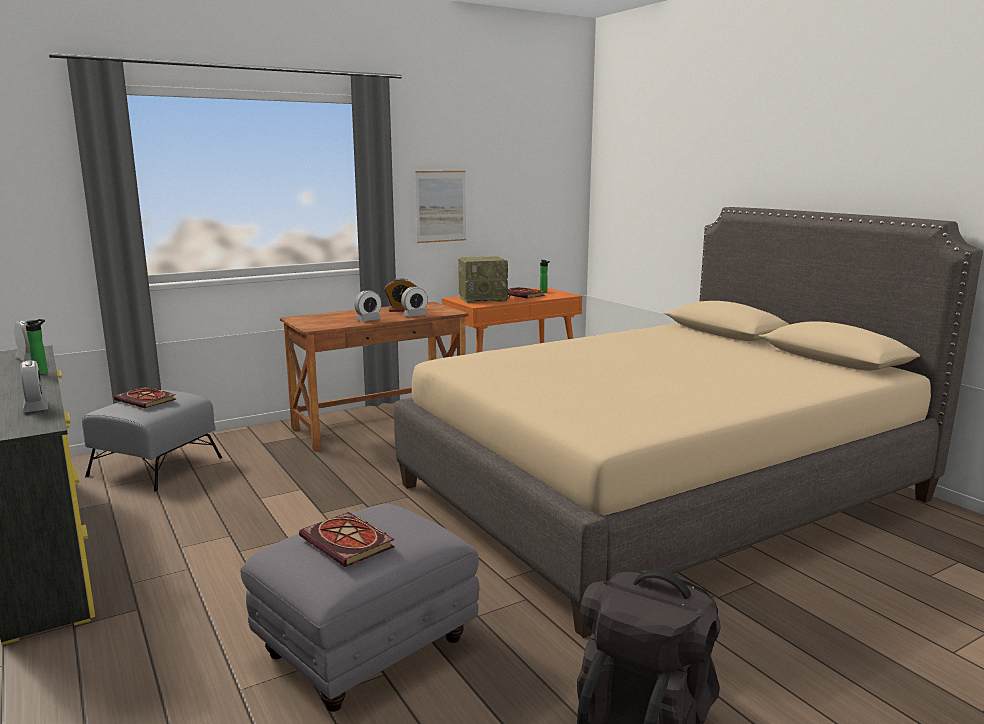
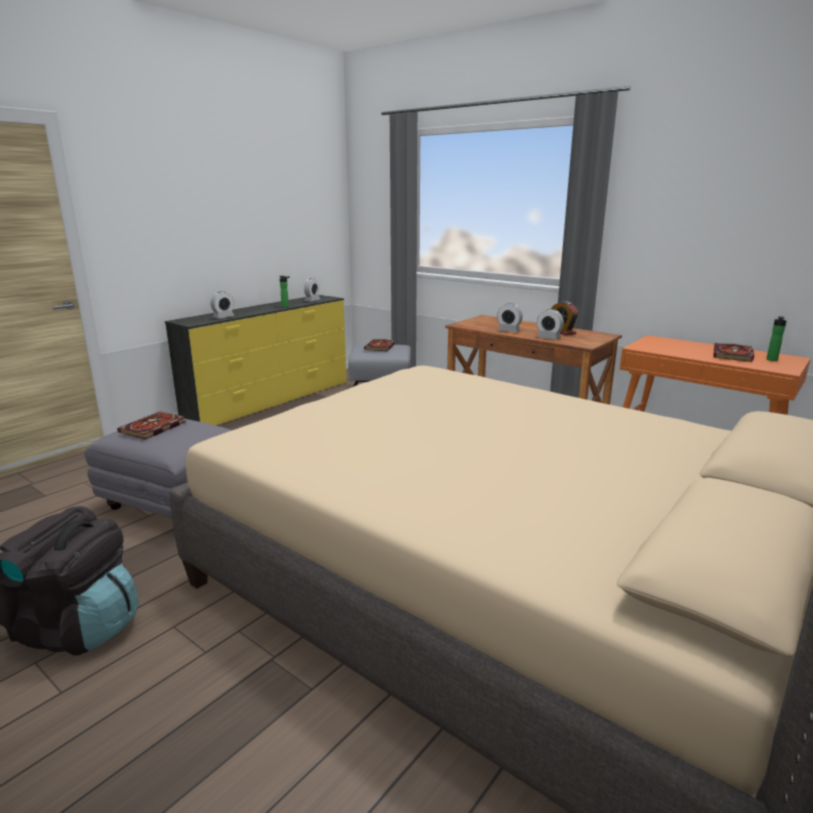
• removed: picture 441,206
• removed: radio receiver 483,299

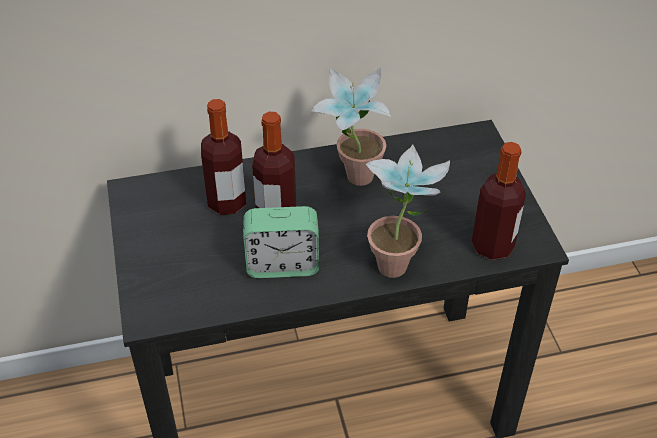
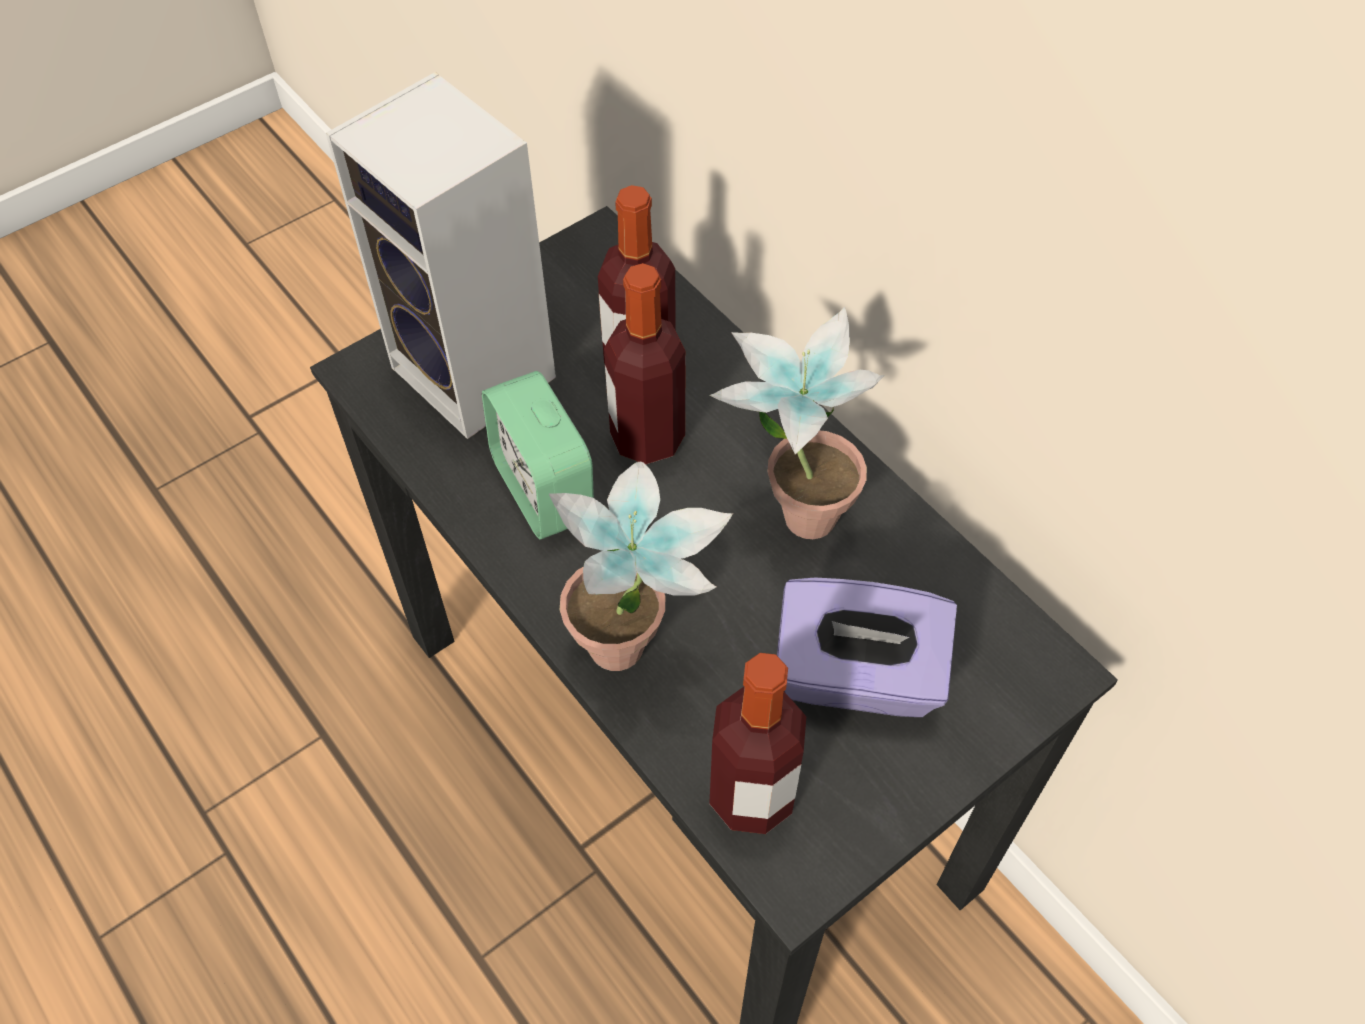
• added: loudspeaker 480,374
• added: purple-coloured tissue box 857,677

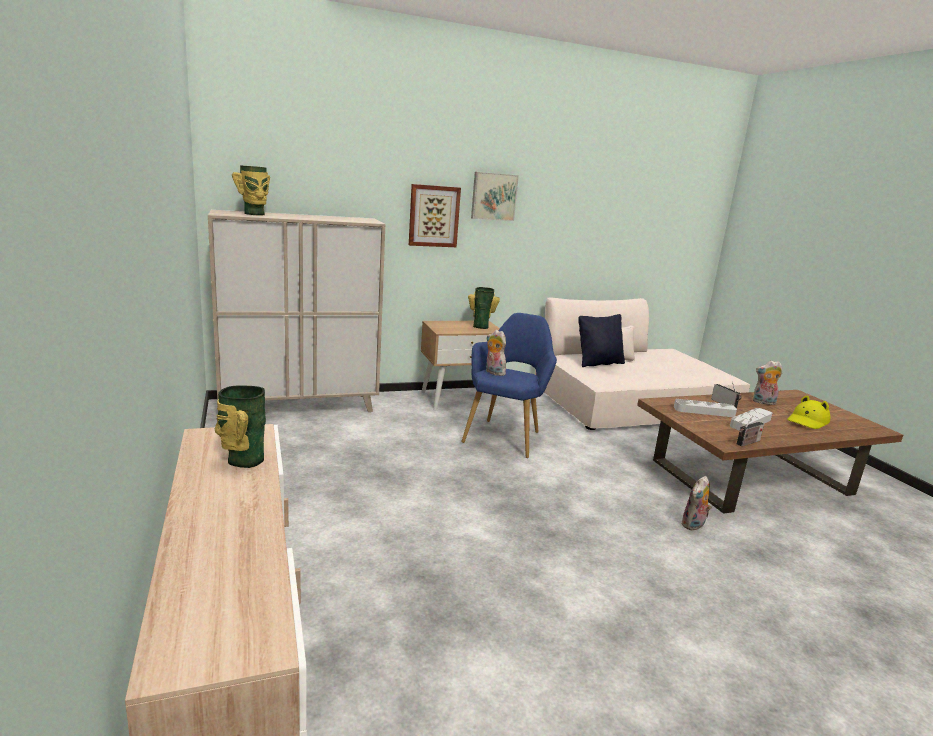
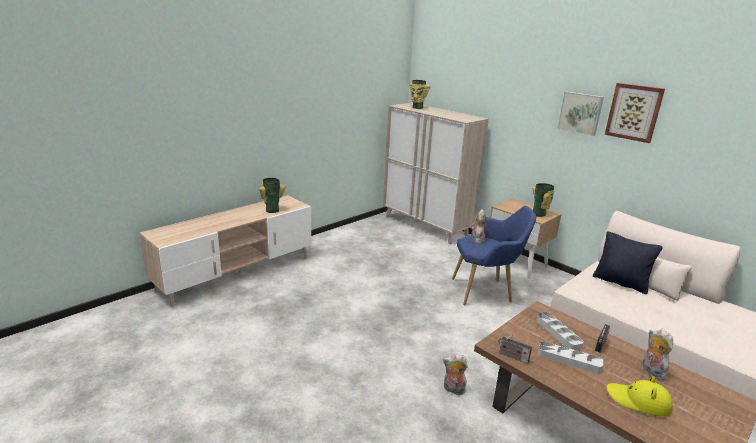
• moved: picture 433,216 to 634,112

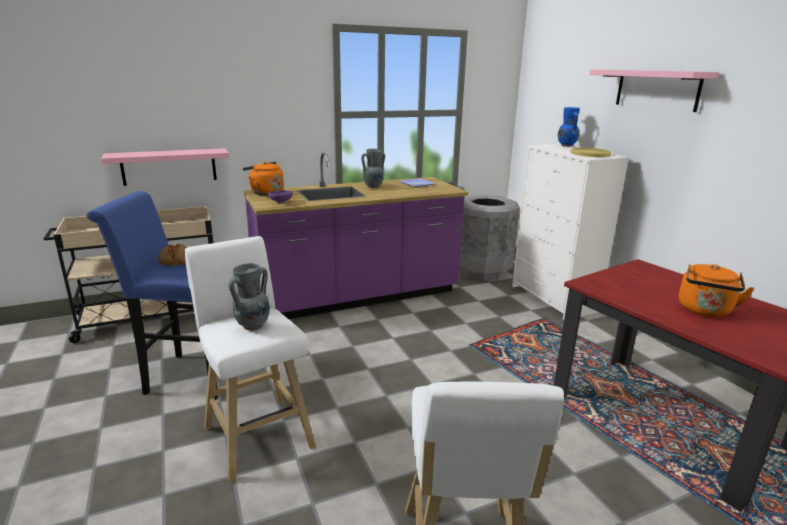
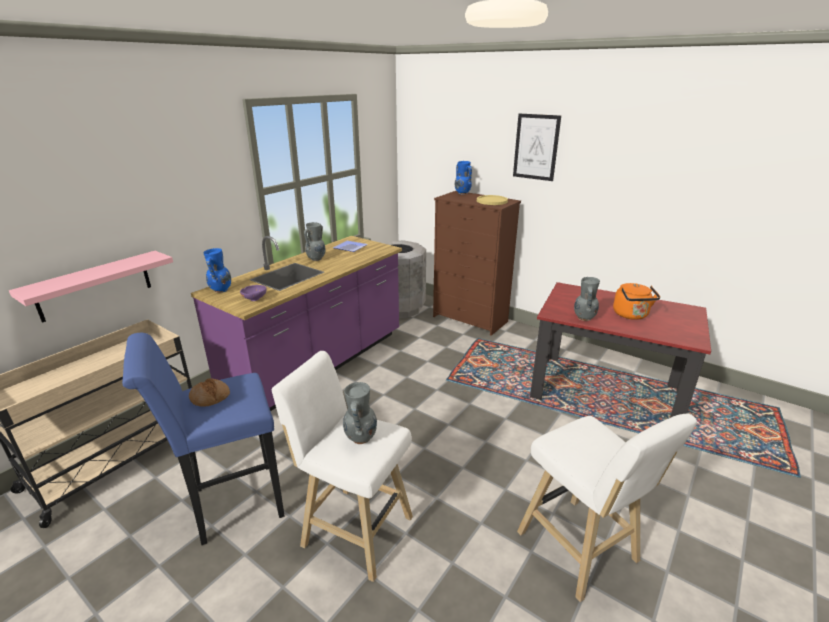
• replaced: pinkish shelf 657,89 to picture 536,147
• recoloured: white dresser 553,299 to brown-coloured dresser 470,319
• replaced: orangey kettle 265,193 to bluish vase 220,290
• added: gray vase 584,318

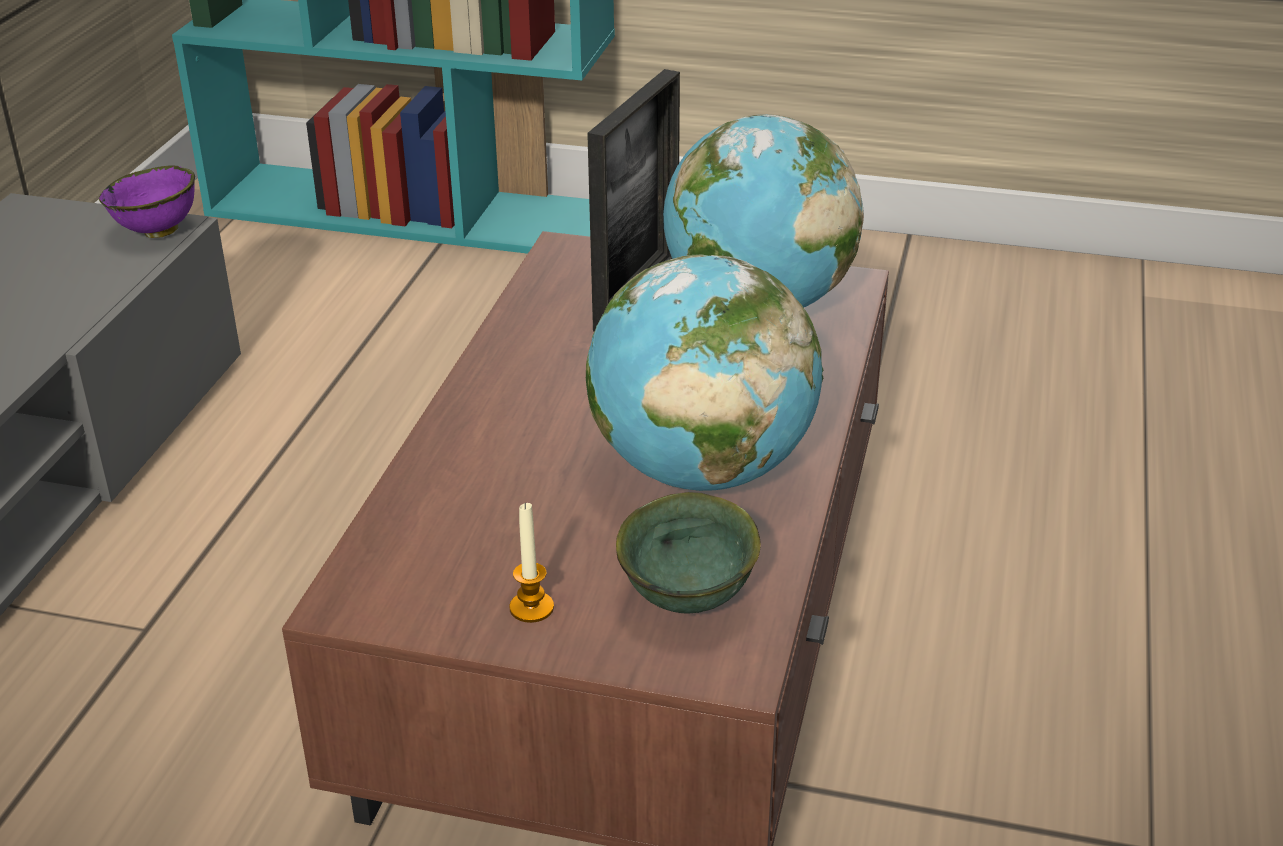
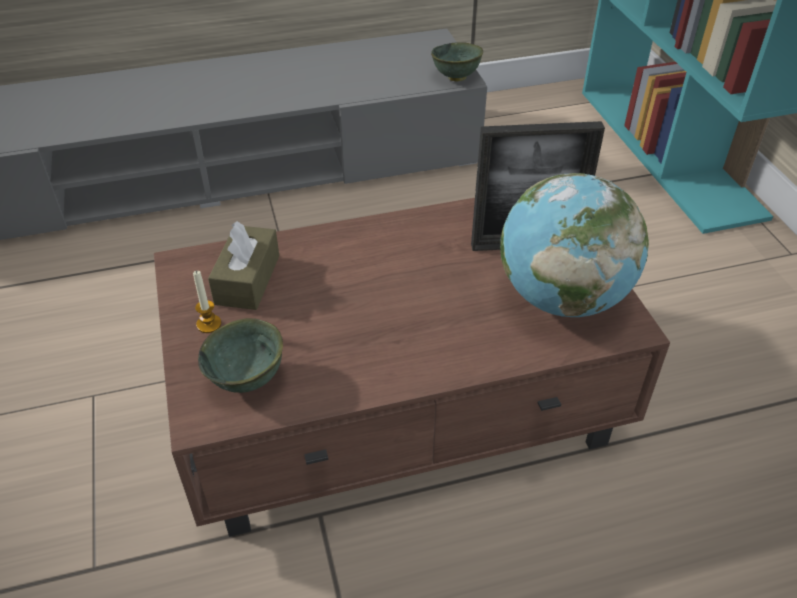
• recoloured: purple-coloured deep dish 157,233 to greenish deep dish 455,78
• removed: globe 701,470
• added: brown-coloured tissue box 247,279

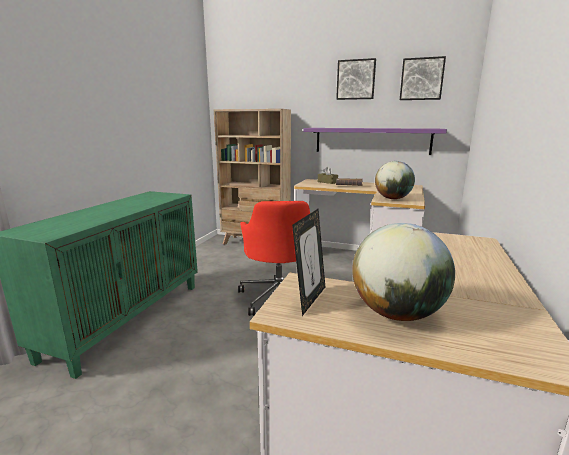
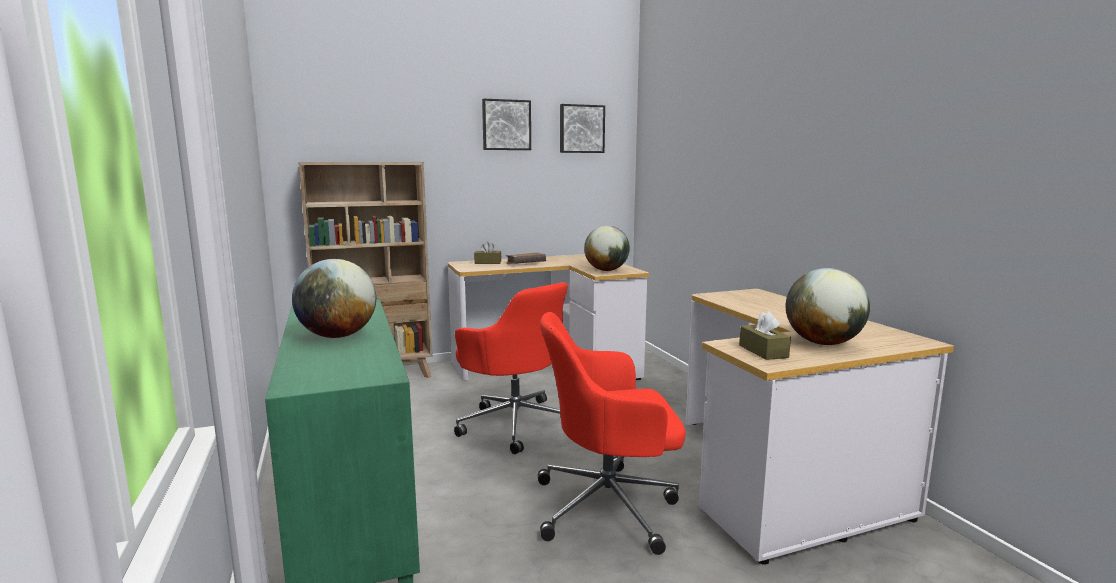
• removed: purple-coloured shelf 372,140
• replaced: photo frame 309,299 to brown-coloured tissue box 763,351
• added: globe 338,336
• added: red desk chair 609,506

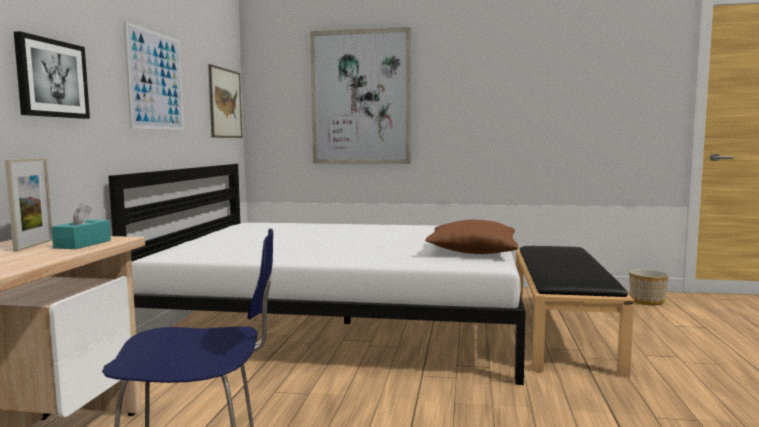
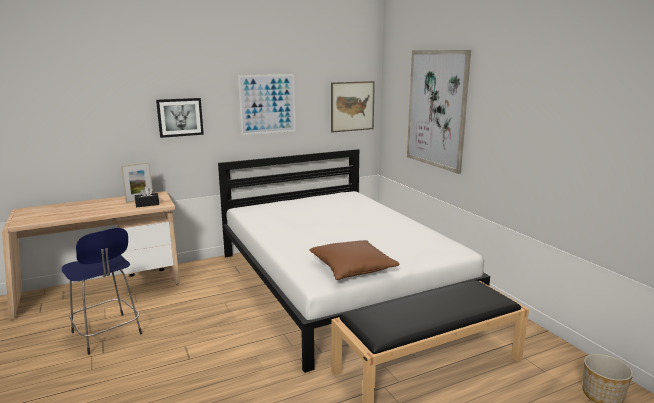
• recoloured: turquoise tissue box 83,244 to blackish tissue box 147,204

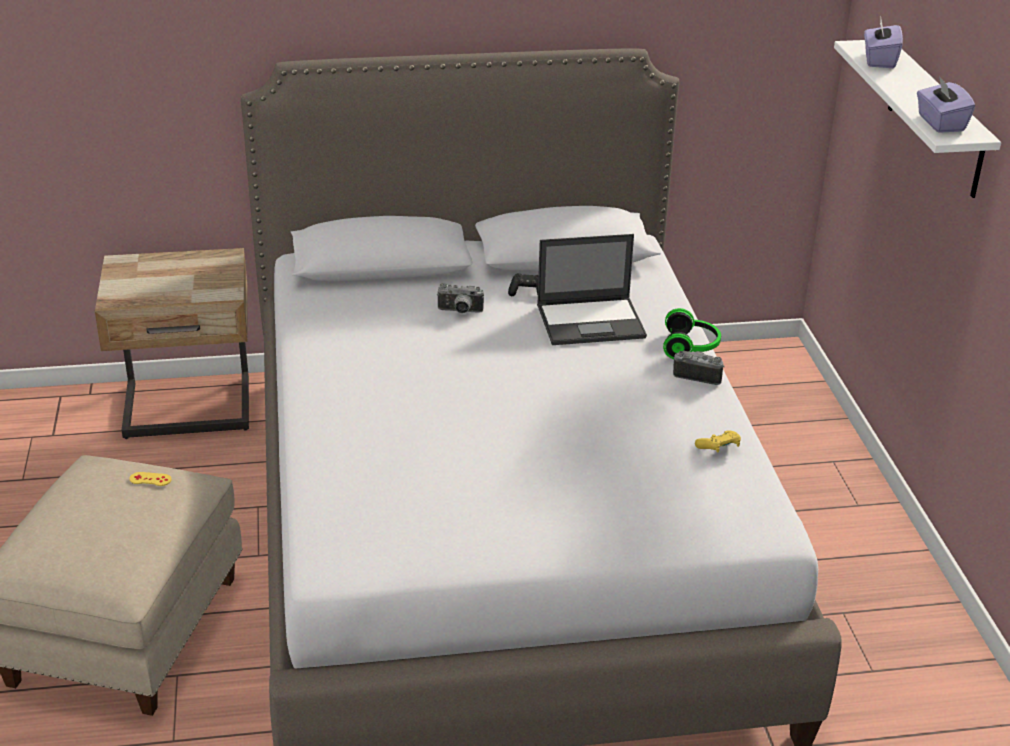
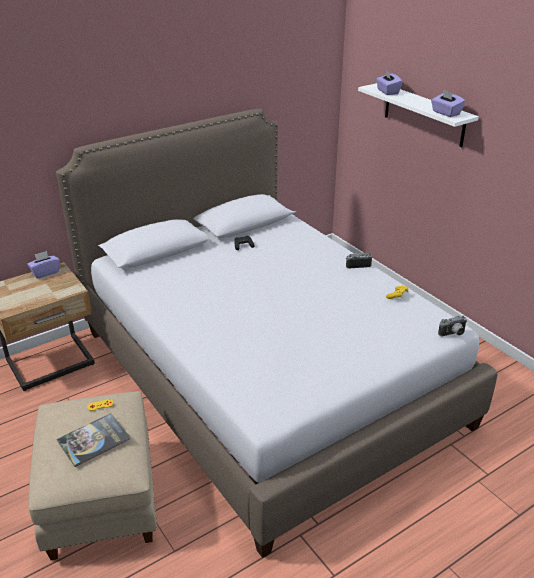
• removed: portable computer 592,321
• moved: still camera 460,312 to 453,334
• removed: headset 691,347
• added: purple-coloured tissue box 45,272
• added: bound book 93,440

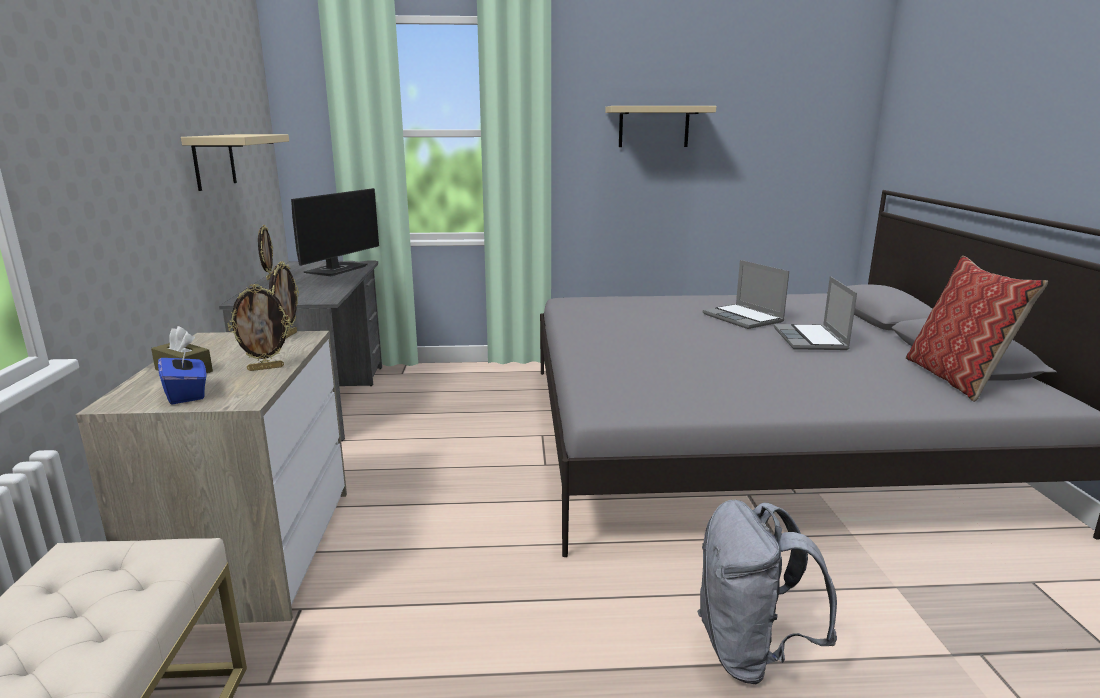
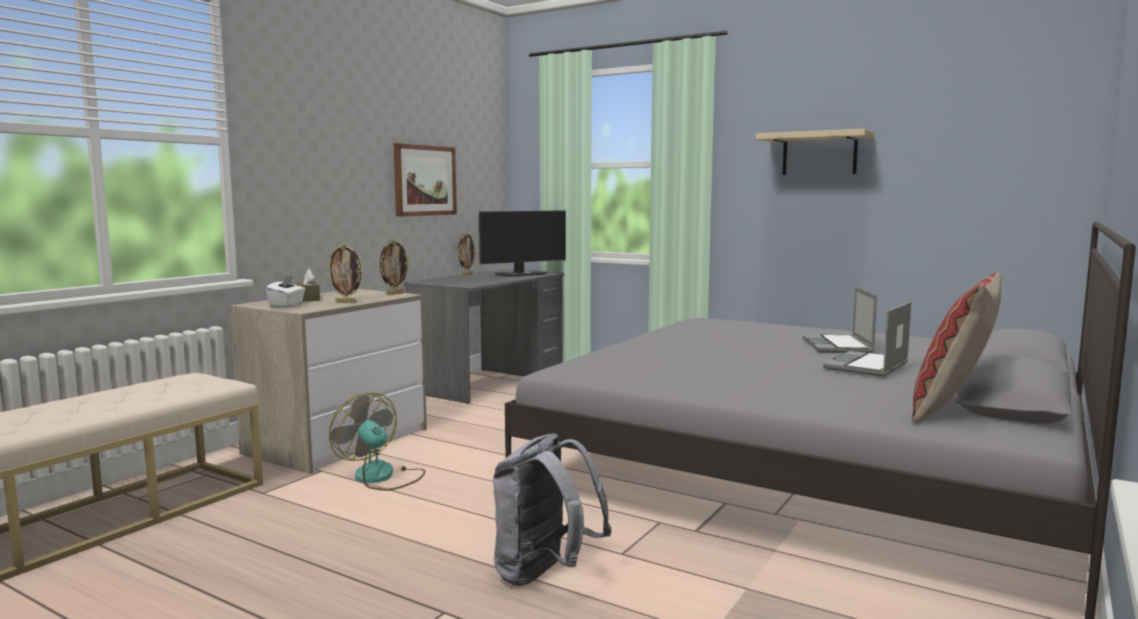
• replaced: beige shelf 214,161 to picture 424,180
• recoloured: bluish tissue box 187,394 to white tissue box 287,305
• added: fan 381,477

